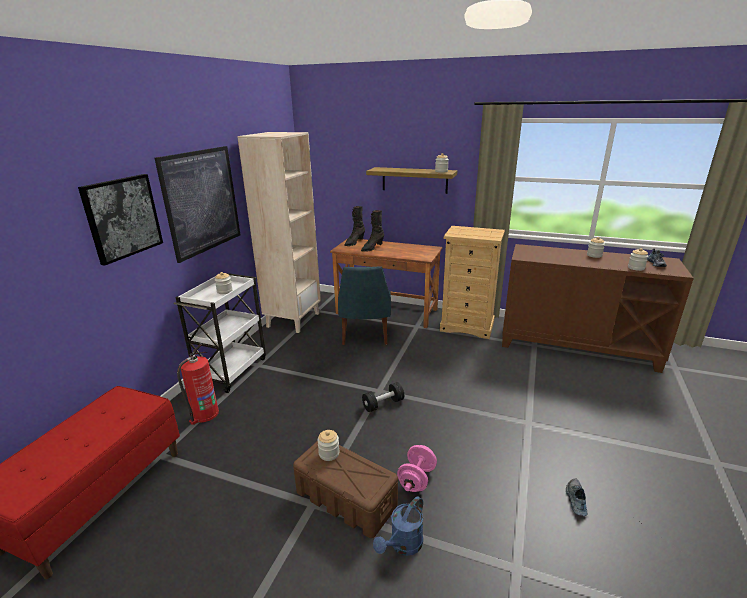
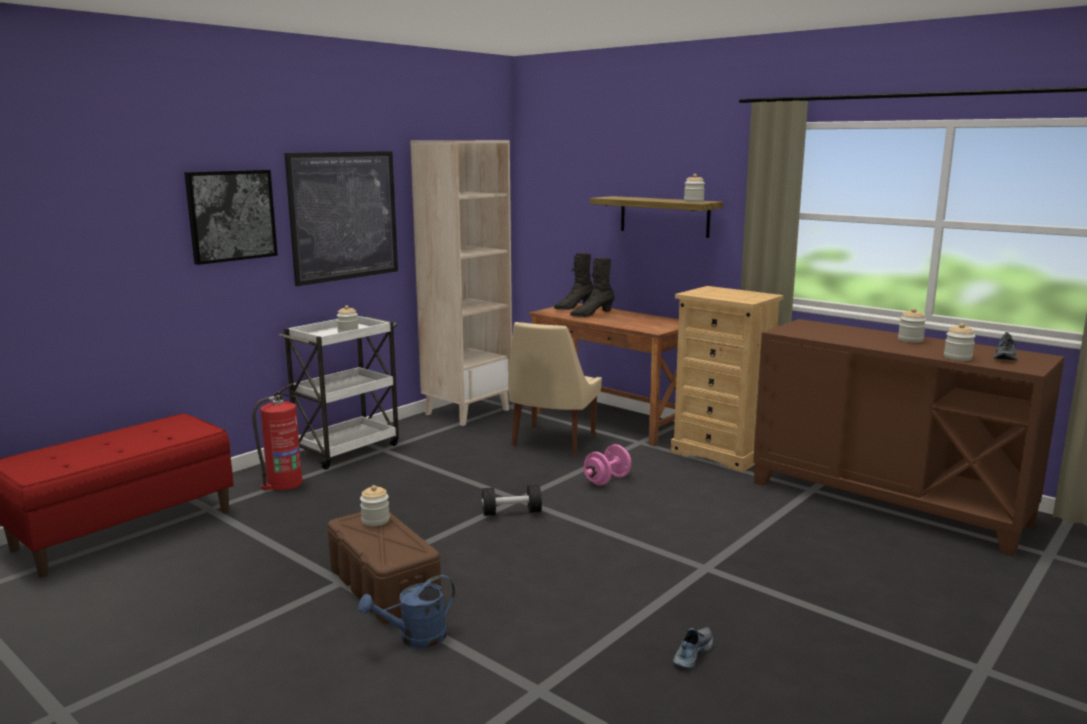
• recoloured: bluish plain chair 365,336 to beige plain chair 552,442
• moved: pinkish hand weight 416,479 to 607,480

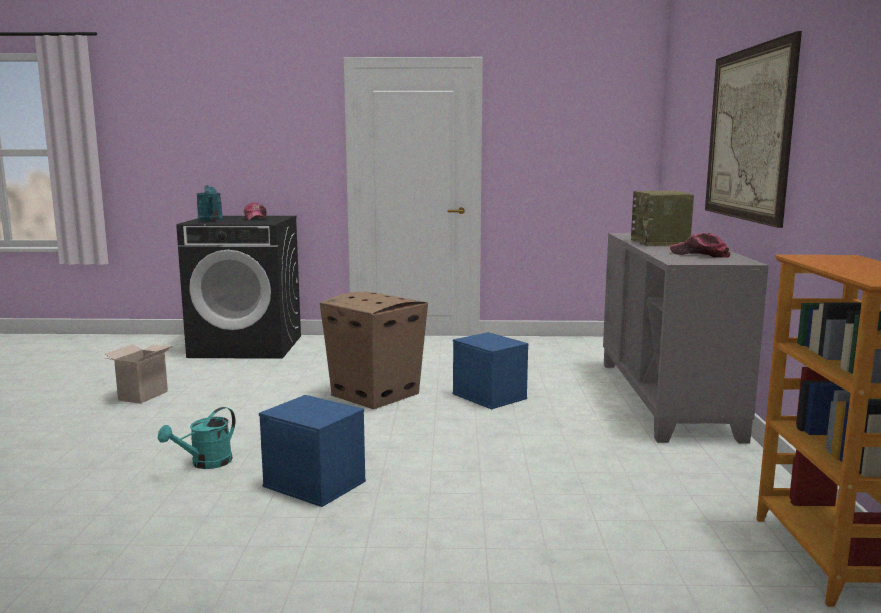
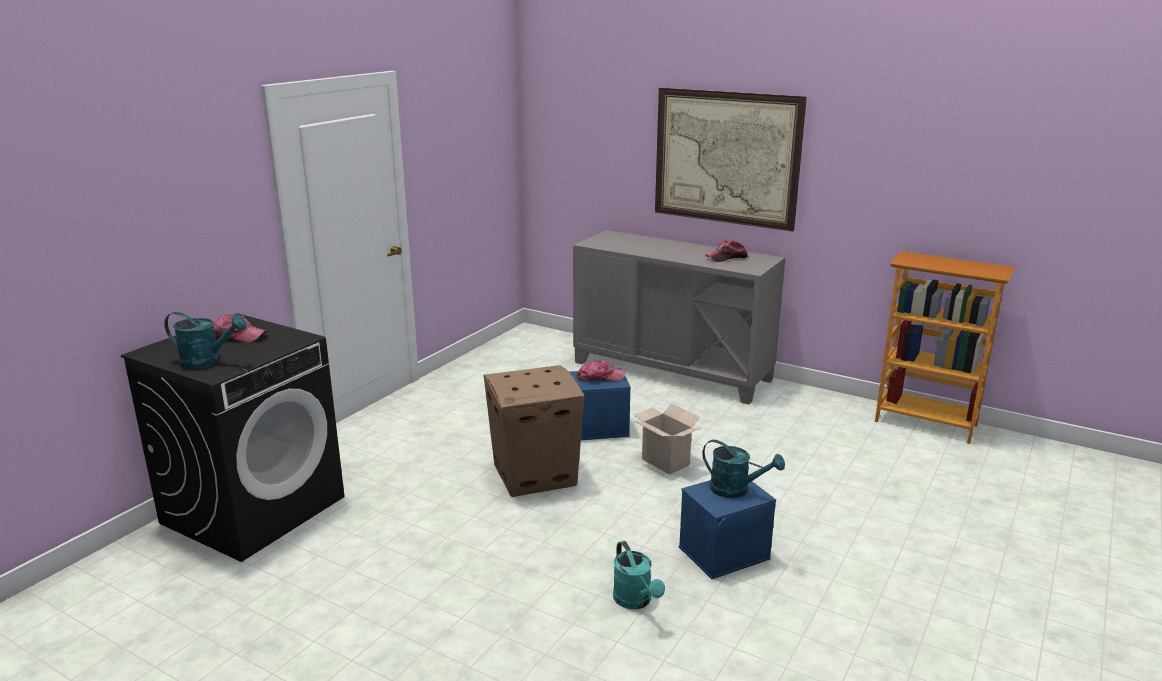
• removed: radio receiver 660,243
• moved: cardboard box 143,395 to 663,462
• added: cap 600,377
• added: turquoise watering pot 736,490

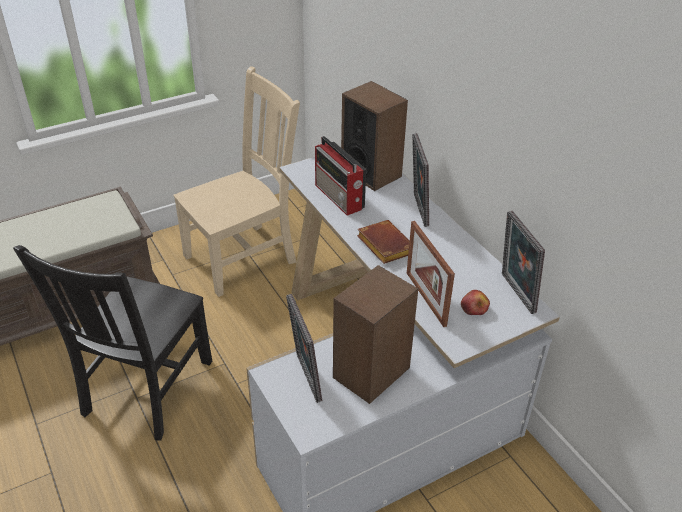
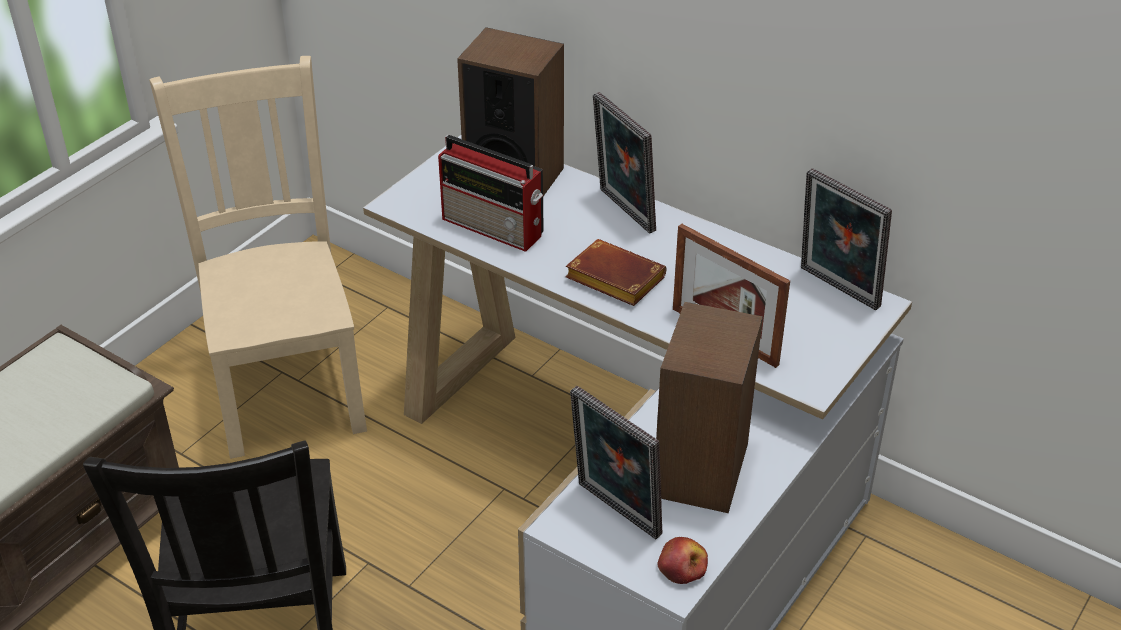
• turned: beige plain chair 243,257 = 287,385 45 degrees counterclockwise
• moved: apple fruit 474,308 to 682,568

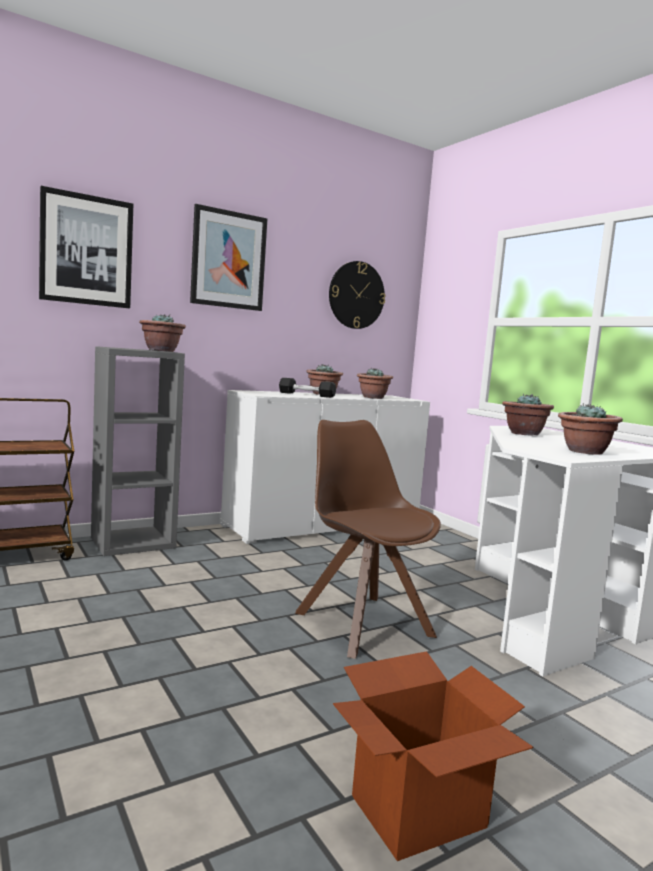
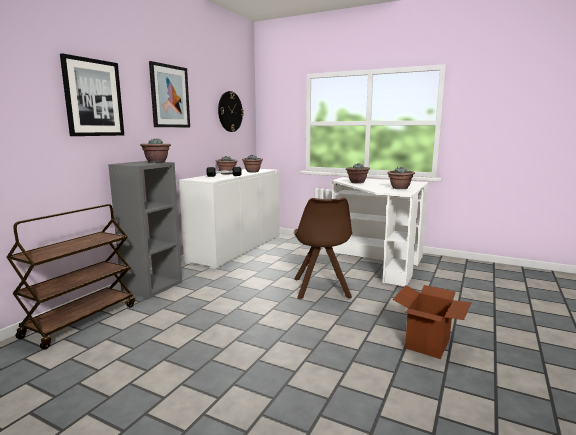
• turned: brown-coloured plain chair 361,623 = 321,289 120 degrees counterclockwise

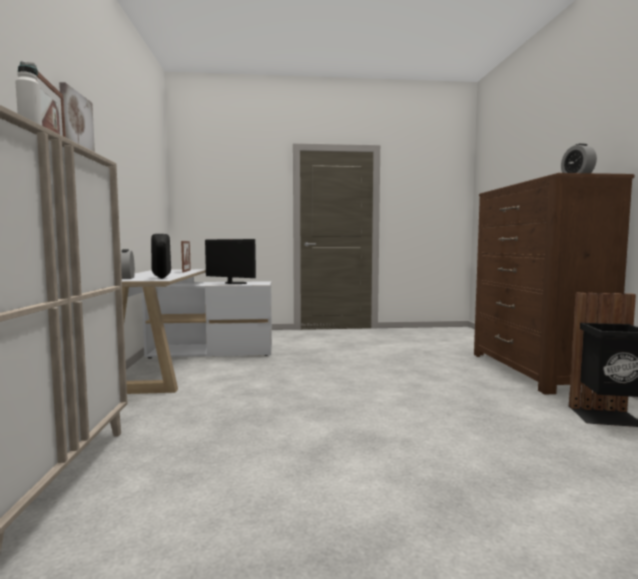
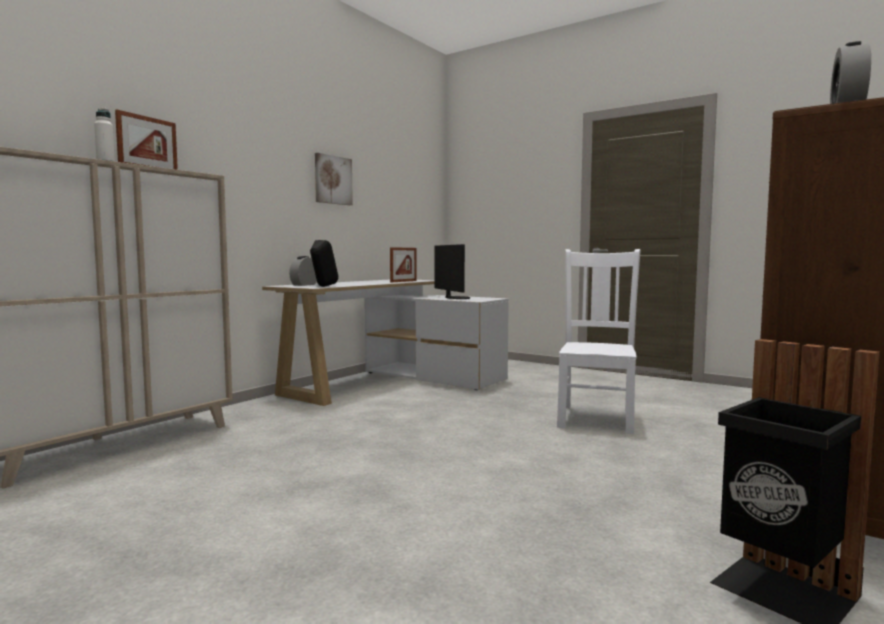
• moved: picture 75,123 to 332,180
• added: white plain chair 596,417

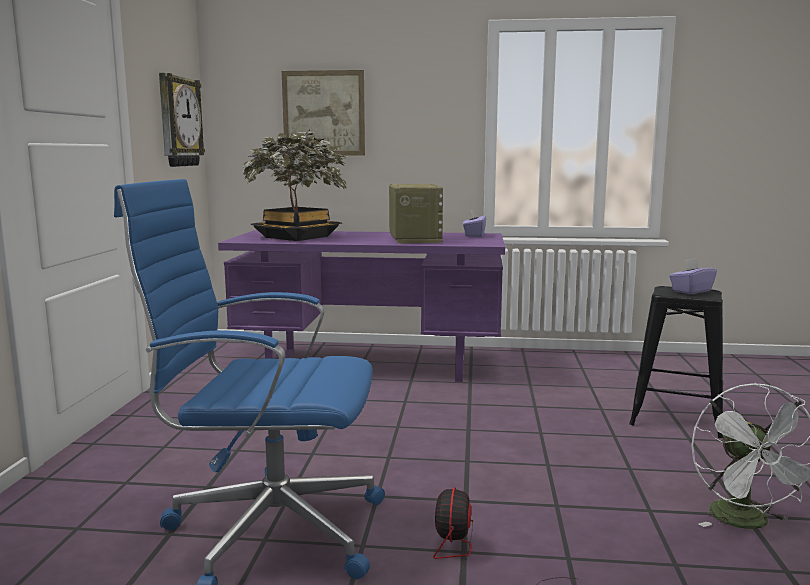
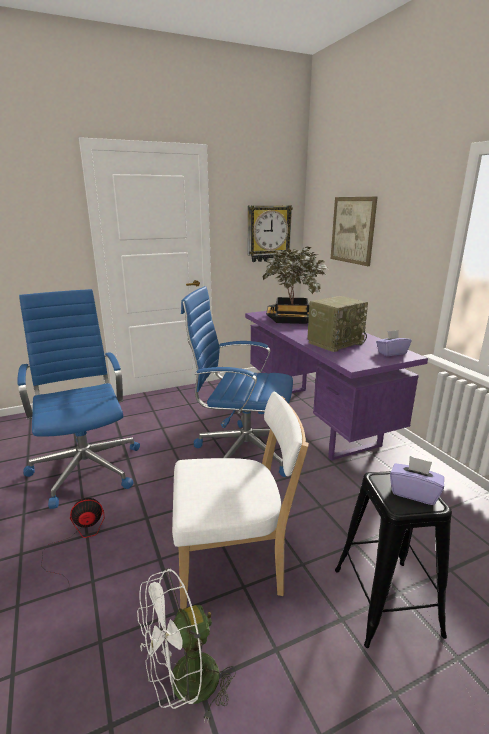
• added: bluish desk chair 242,451
• added: white plain chair 235,564

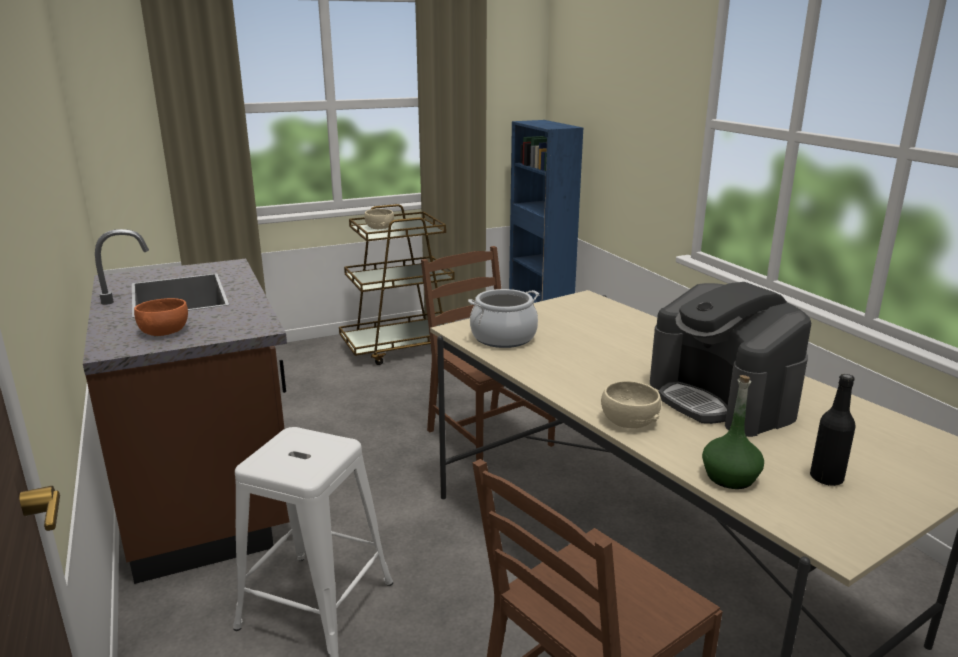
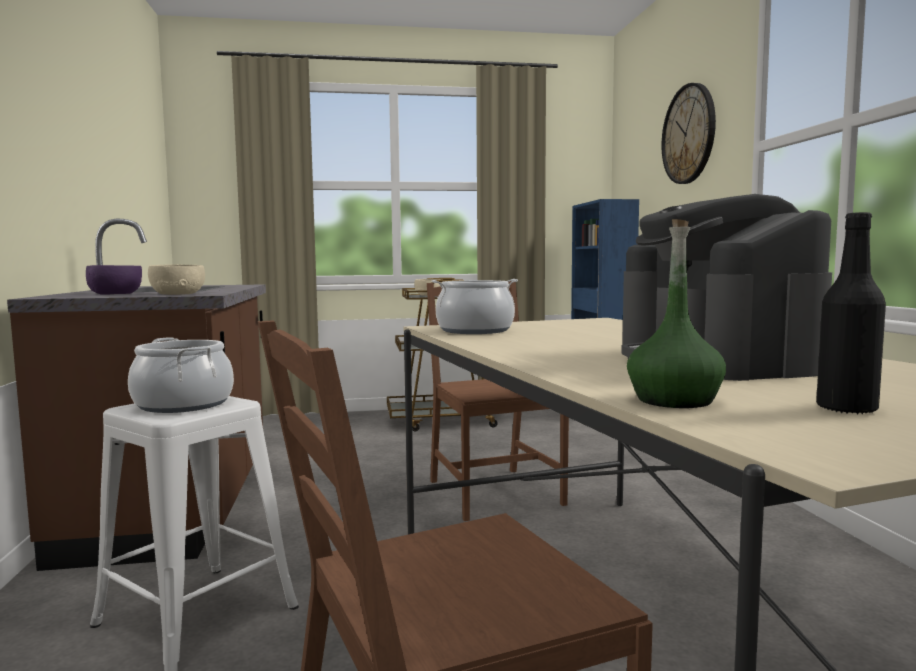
• recoloured: orangey deep dish 164,331 to purple-coloured deep dish 115,294
• moved: beige deep dish 628,421 to 177,294
• added: clock on the wall 689,134
• added: cooking pot 183,404

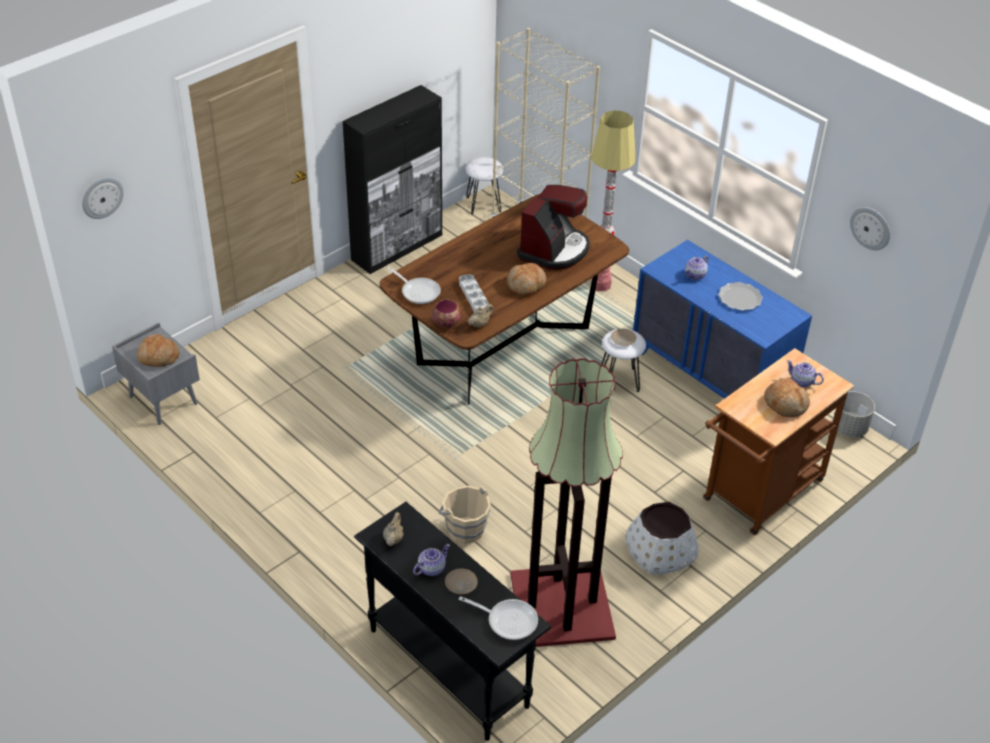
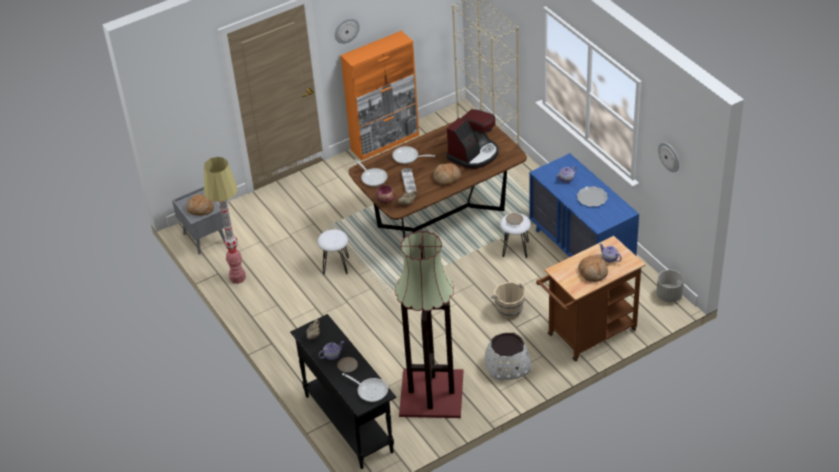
• recoloured: blackish cupboard 397,247 to orangey cupboard 385,142
• moved: standard lamp 601,284 to 237,278
• moved: white sitting stool 483,204 to 335,265
• moved: clock on the wall 102,197 to 346,30
• moved: beige pail 465,529 to 509,310
• added: skillet 408,157

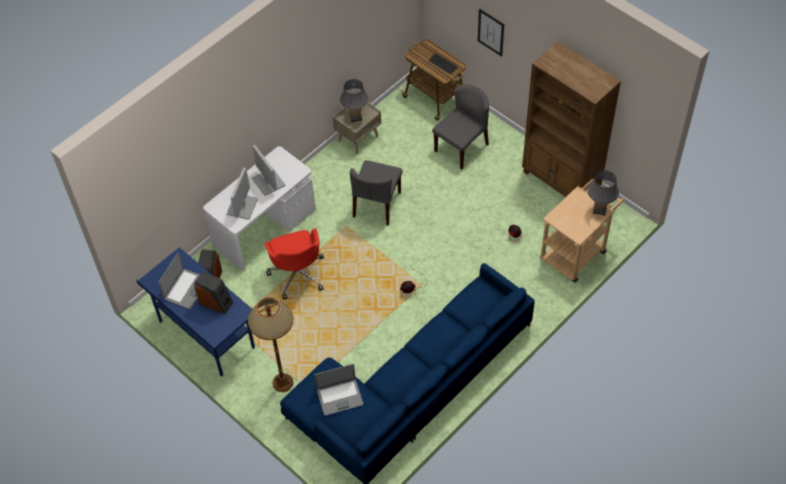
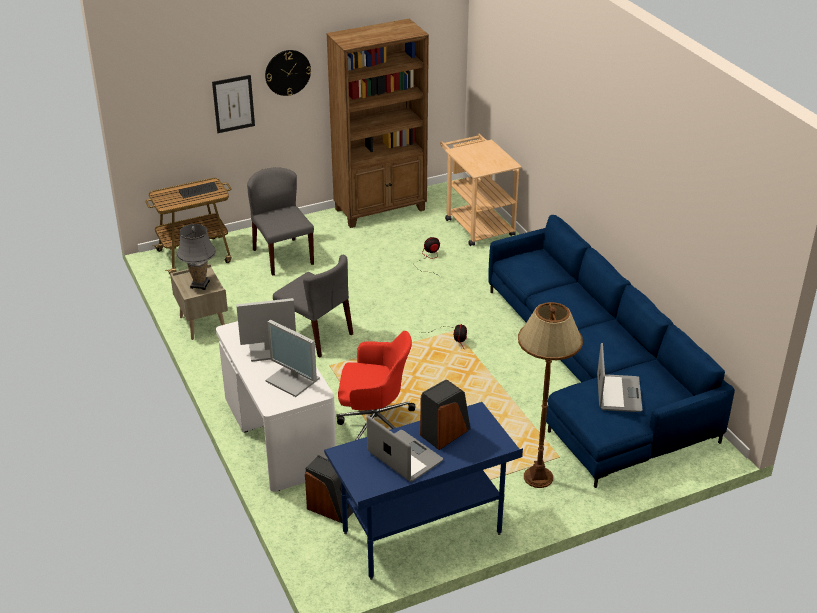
• removed: gray tabletop lamp 599,209
• added: clock on the wall 287,72

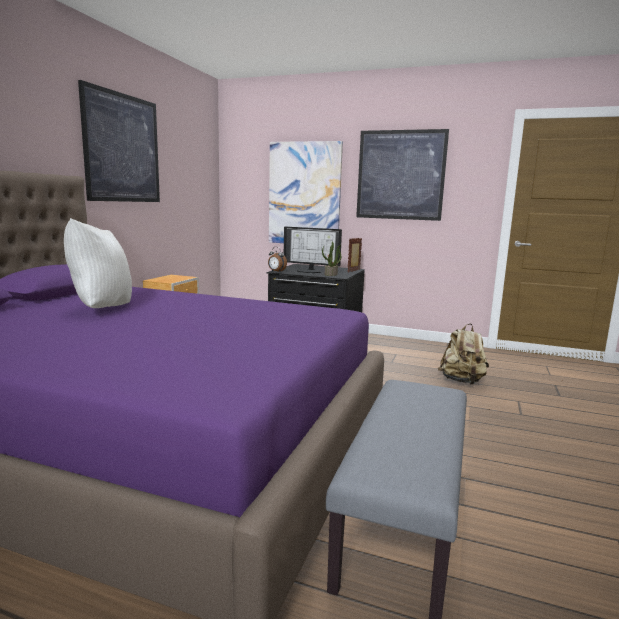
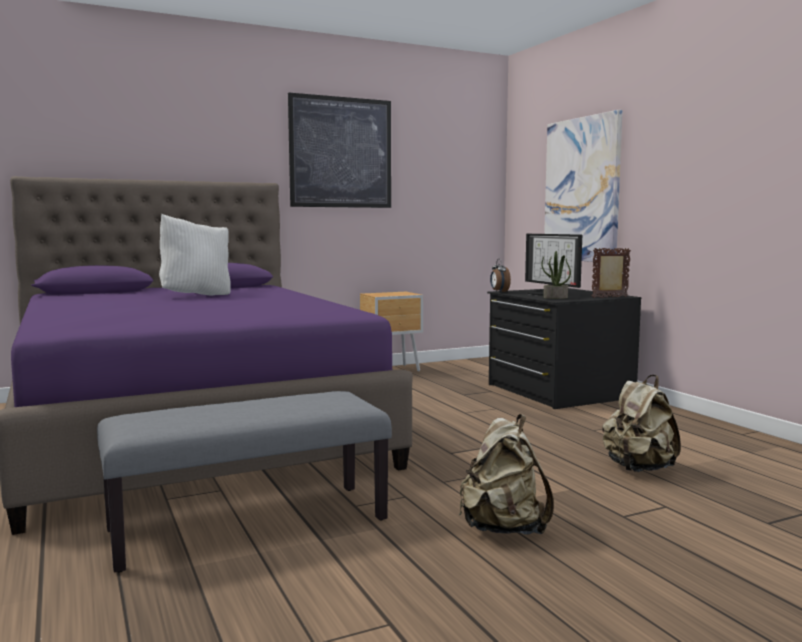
• removed: picture 400,175
• added: beige rucksack 503,529

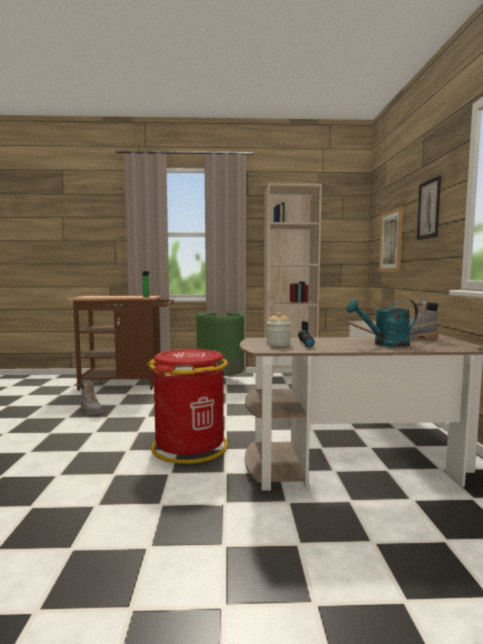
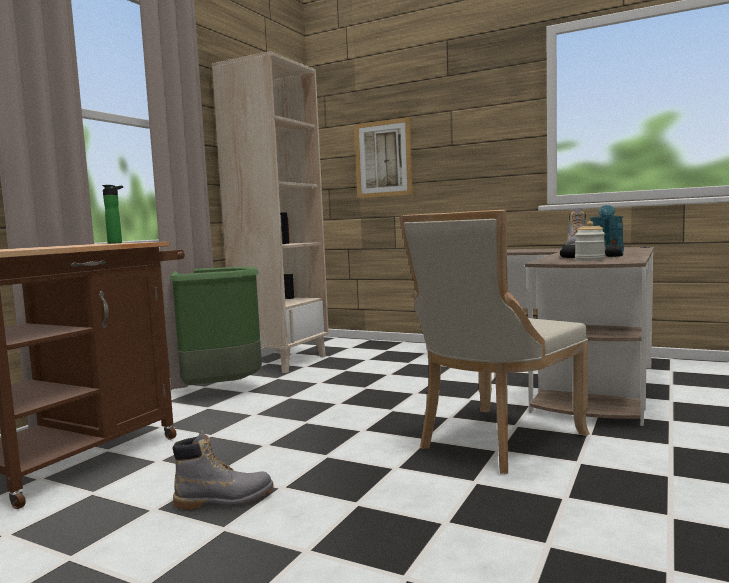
• removed: picture 428,209
• replaced: red rubbish bin 190,447 to beige plain chair 495,441

